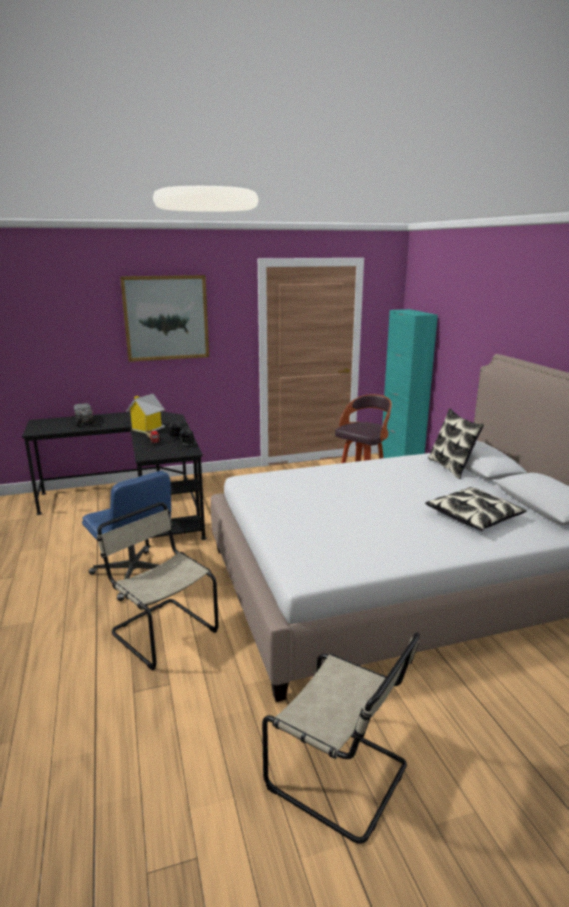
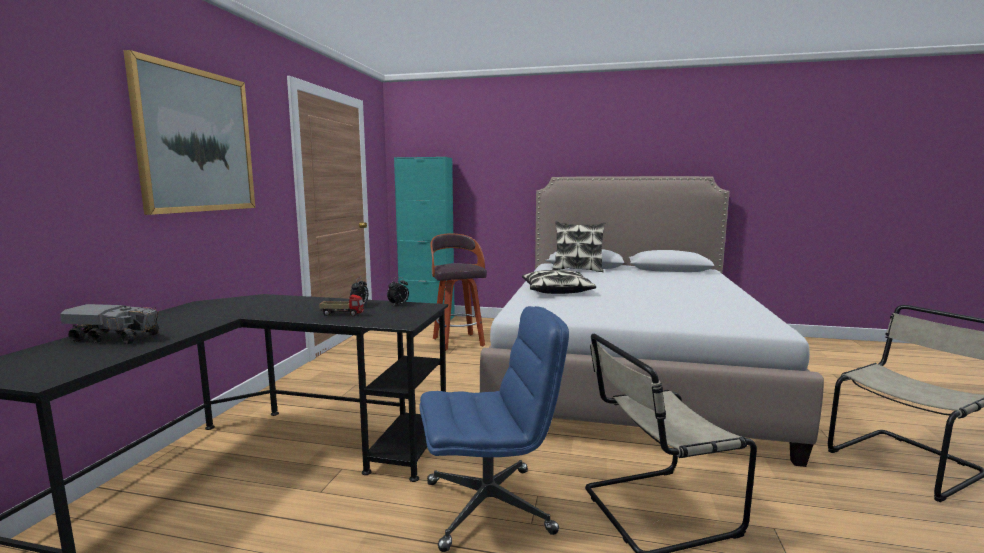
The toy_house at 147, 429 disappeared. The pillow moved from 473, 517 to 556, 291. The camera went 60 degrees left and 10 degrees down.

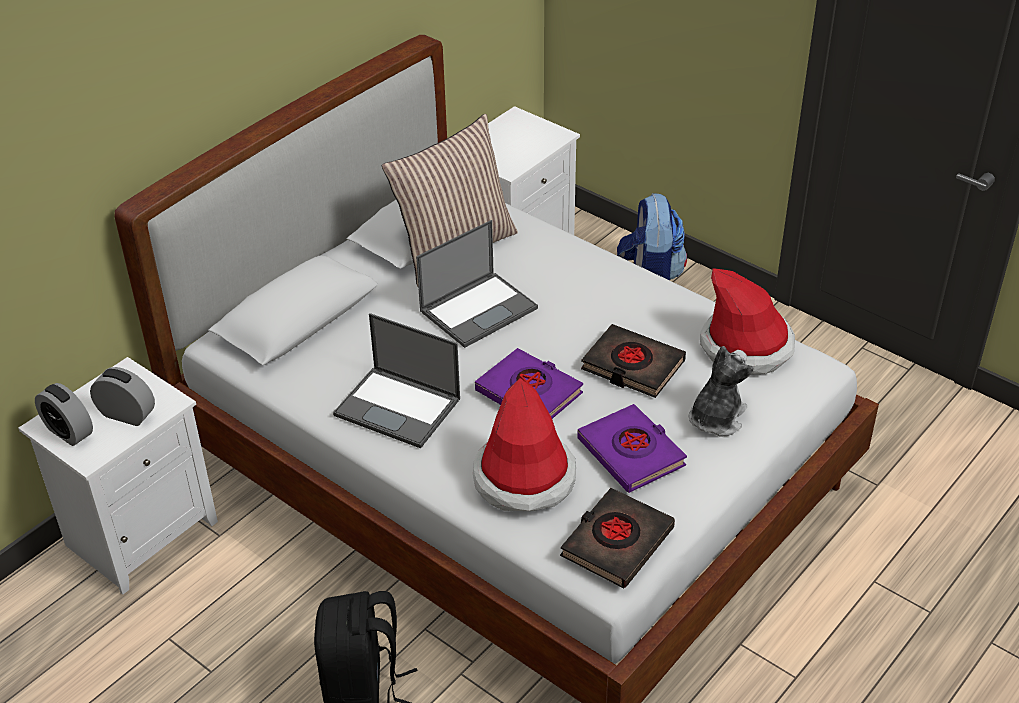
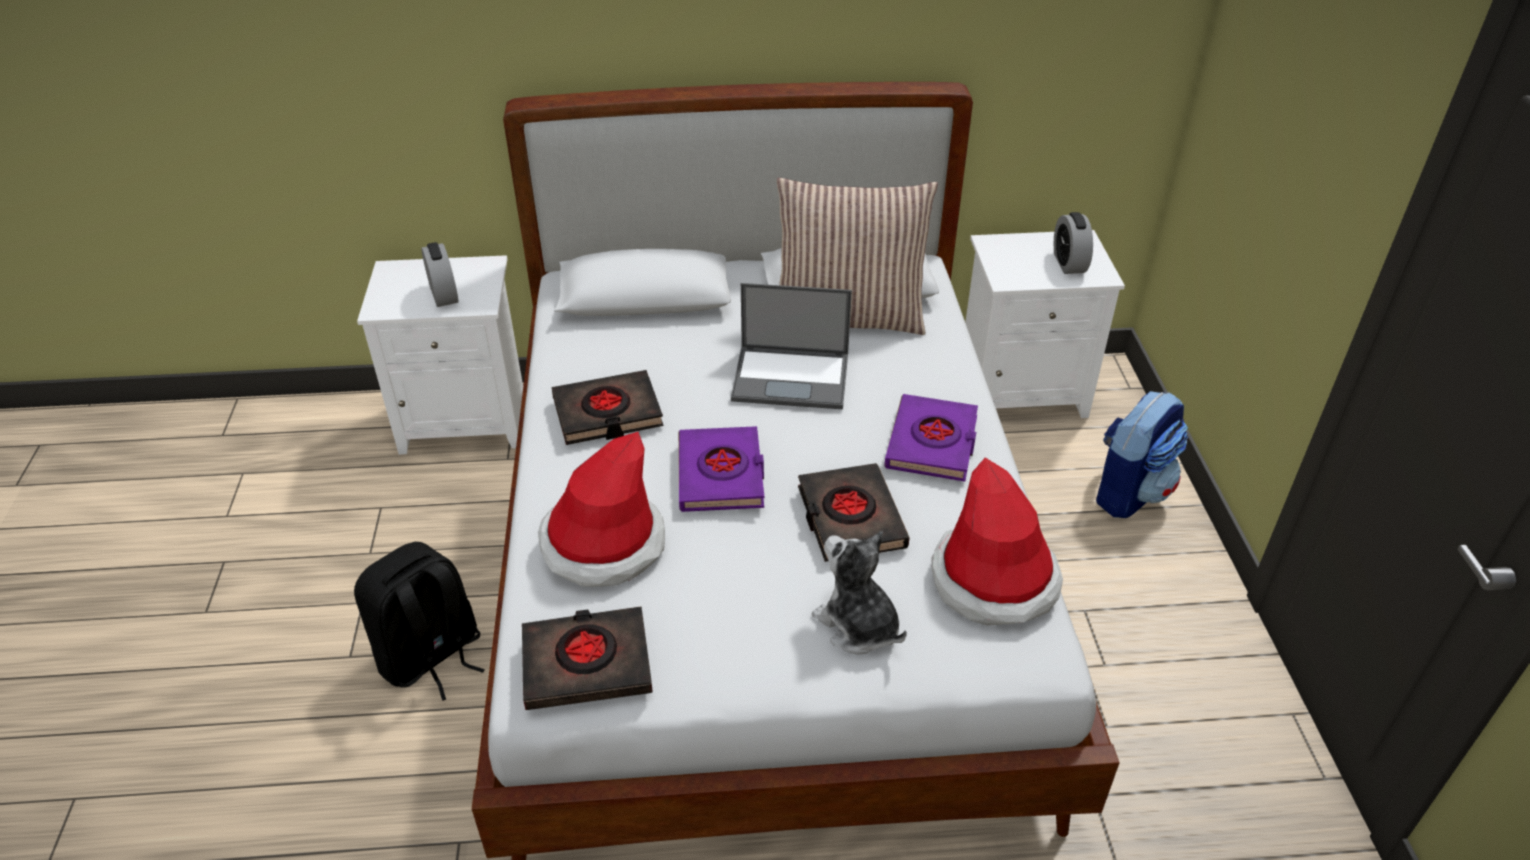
The table_clock moved from 69, 432 to 1069, 263. The purplish_book moved from 631, 453 to 932, 443. The notebook_computer at 399, 407 was replaced by the blackish_book at 607, 414. The soft_toy at 716, 418 turned 120 degrees counterclockwise. The camera went 45 degrees right and 0 degrees up.

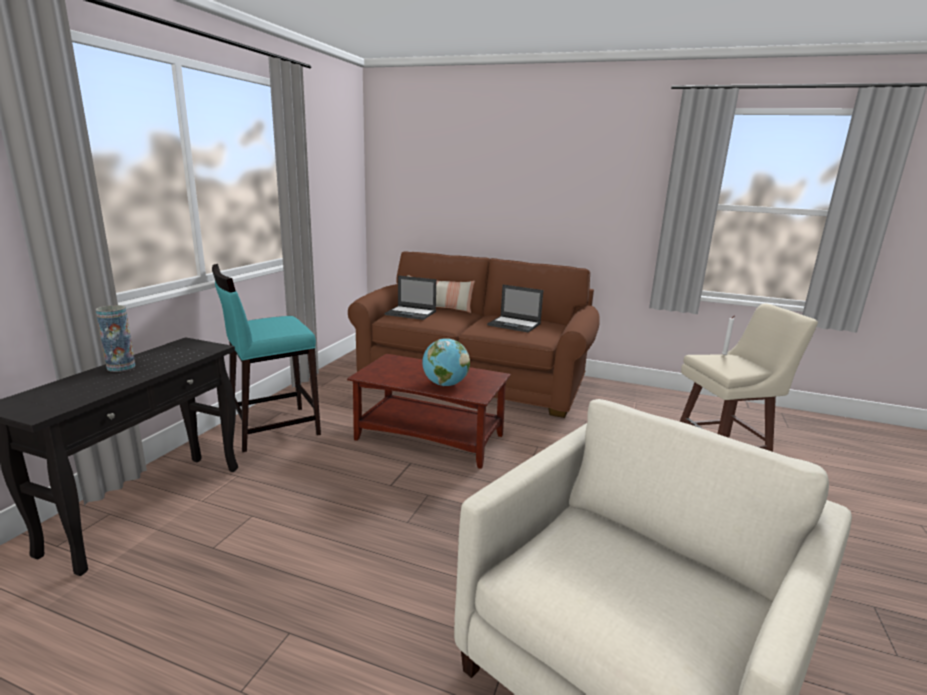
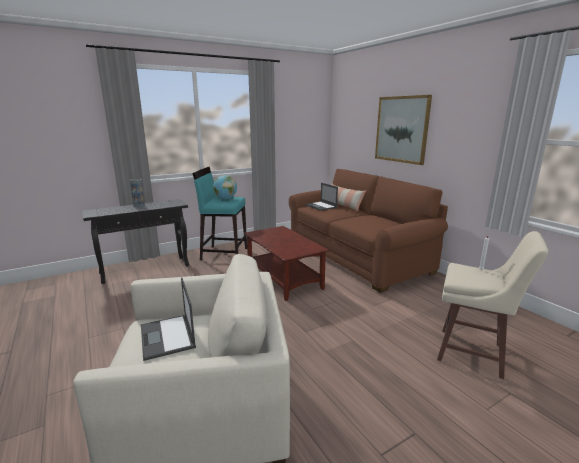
The wall_art at 401, 129 appeared. The globe moved from 445, 384 to 225, 199. The notebook_computer moved from 515, 324 to 167, 337. The camera went 40 degrees right and 0 degrees up.

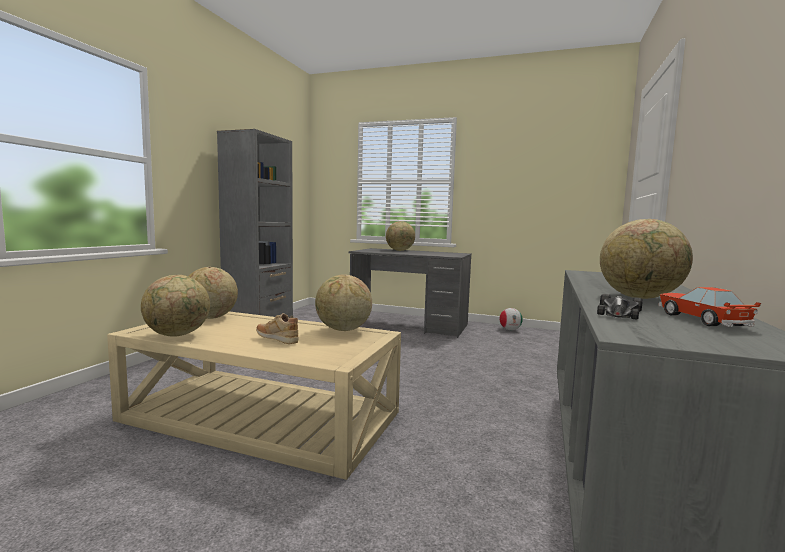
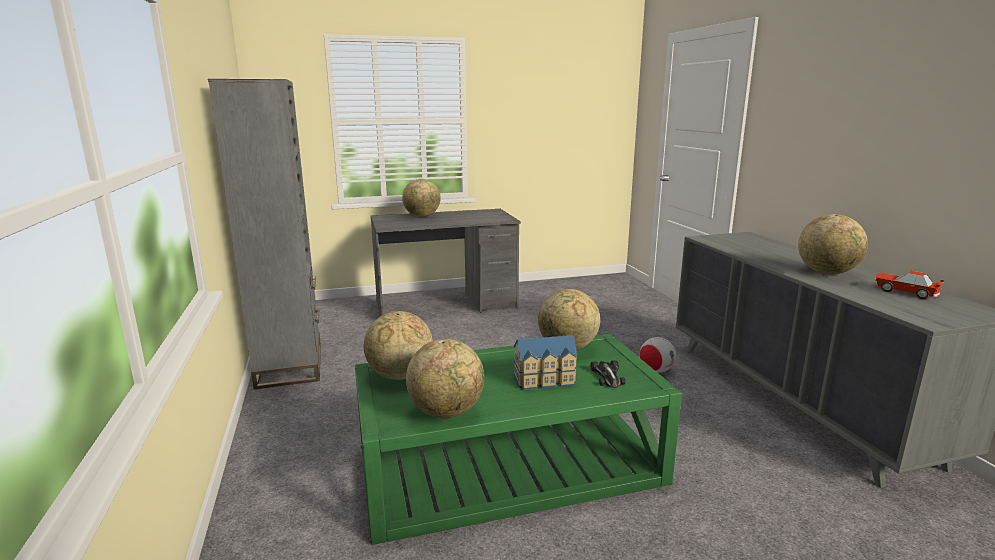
The football_ball moved from 510, 329 to 656, 370. The miniature_car moved from 618, 312 to 607, 376. The beige-coloured_low_shoe at 277, 340 was replaced by the toy_house at 546, 380. The beige-coloured_coffee_table at 262, 416 became the greenish_coffee_table at 509, 464. The camera went 35 degrees left and 10 degrees up.

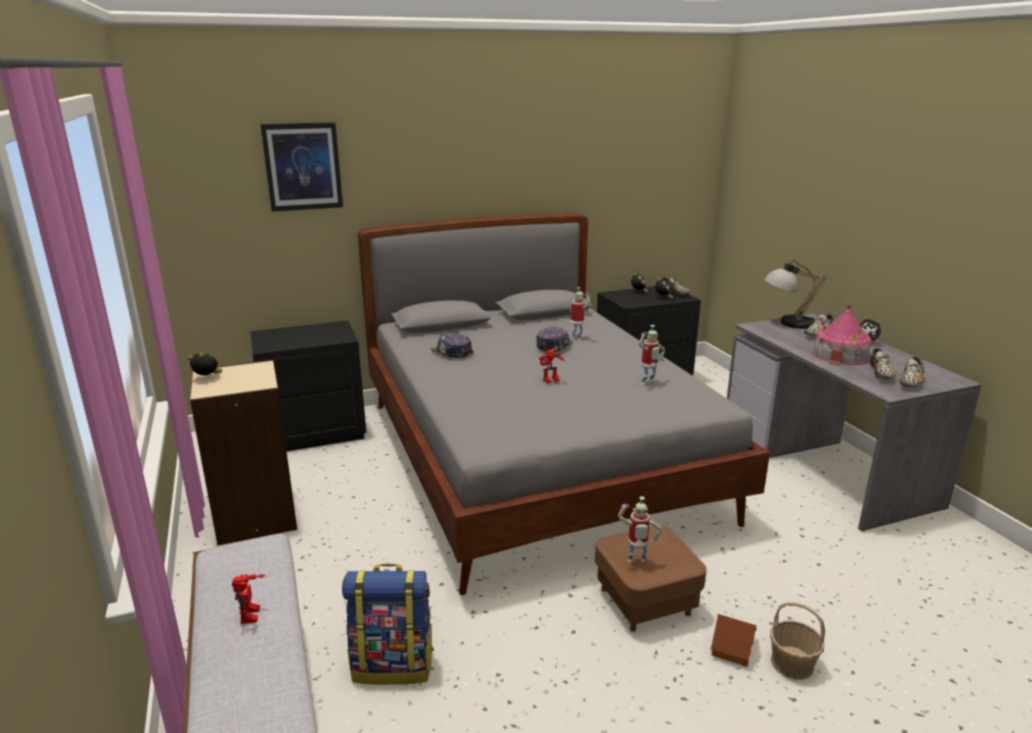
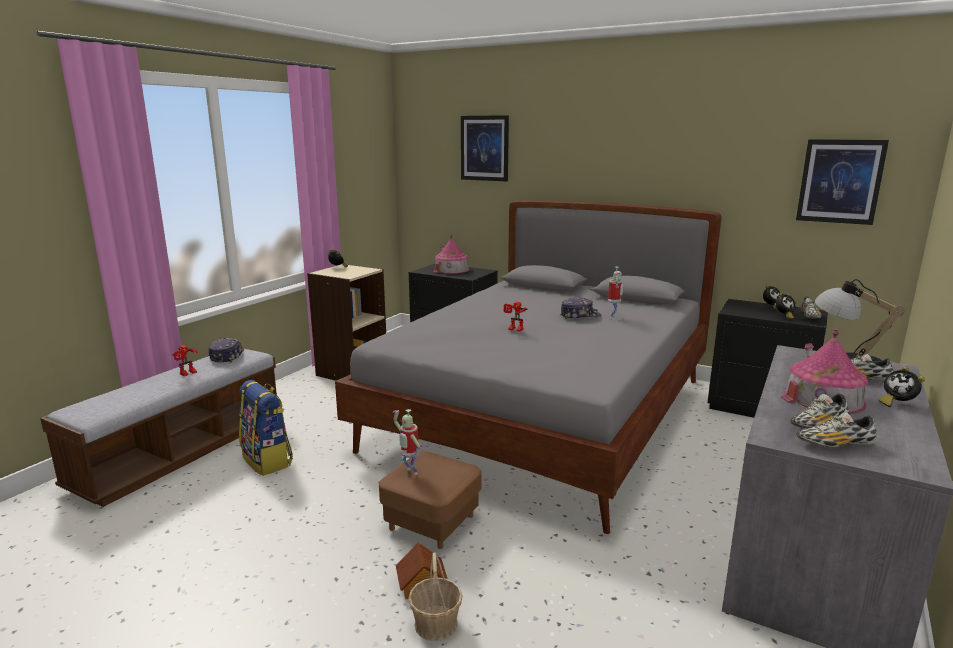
The toy_robot at 648, 383 disappeared. The toy_house at 451, 269 appeared. The wall_art at 840, 181 appeared. The peaked_cap moved from 451, 352 to 227, 356. The camera went 50 degrees right and 5 degrees down.

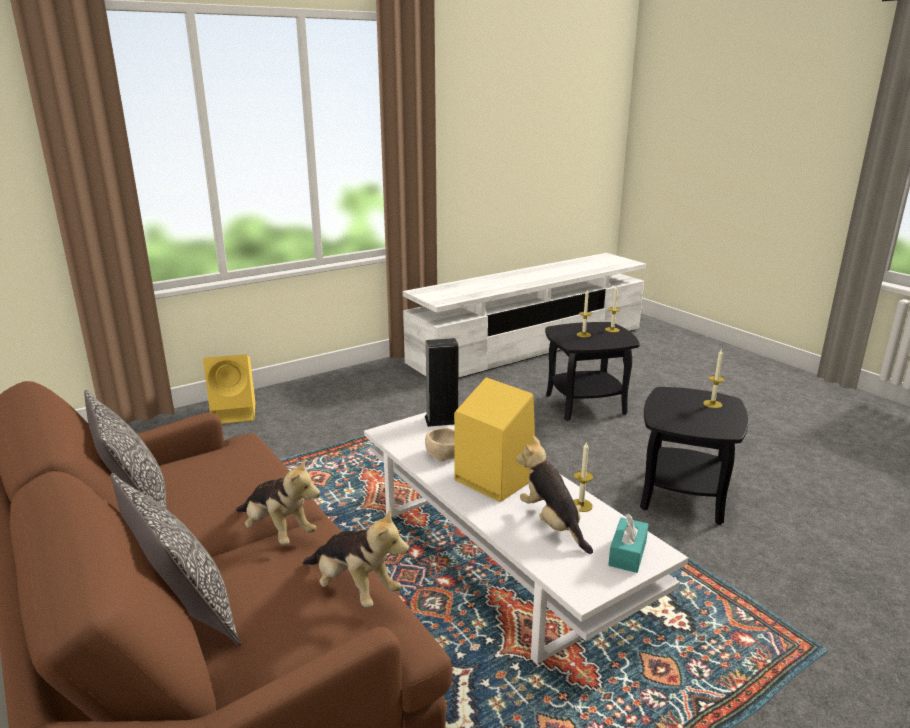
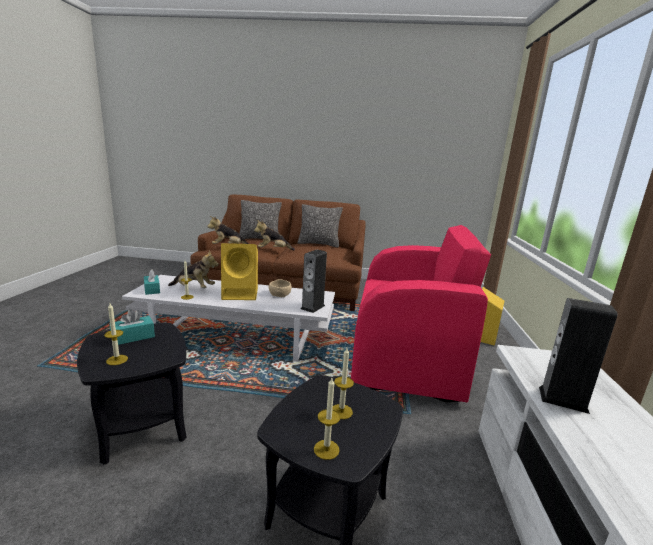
The turquoise-coloured_tissue_box at 133, 337 appeared. The pink_easy_chair at 406, 356 appeared. The loudspeaker at 563, 399 appeared. The camera went 130 degrees right and 5 degrees down.

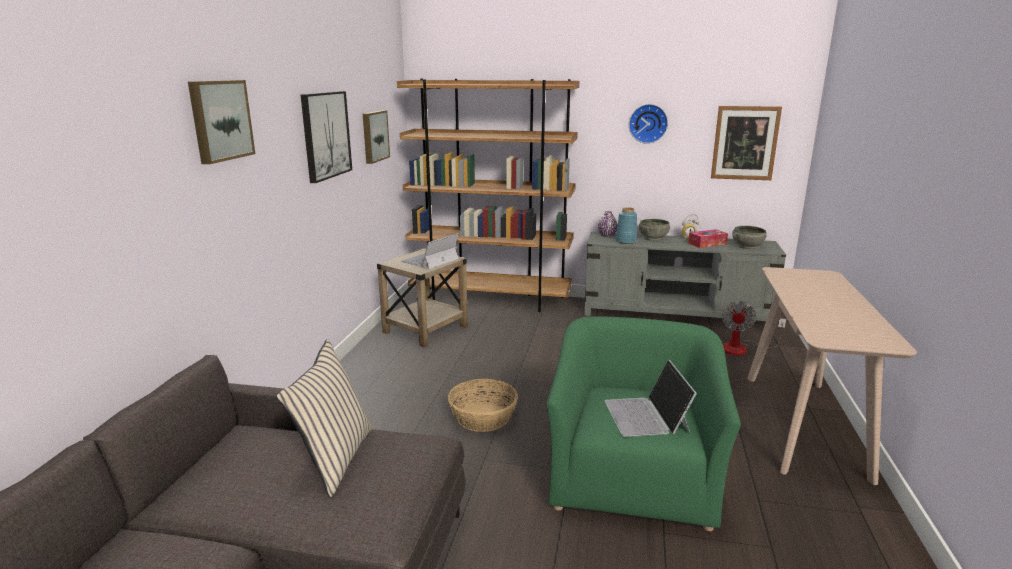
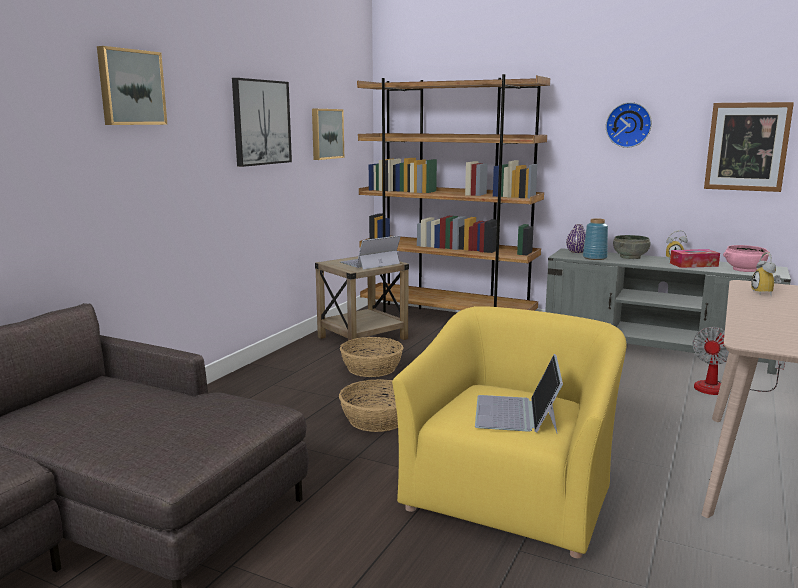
The beige-coloured_pillow at 334, 458 disappeared. The household_basket at 372, 368 appeared. The table_clock at 766, 293 appeared. The greenish_easy_chair at 632, 478 became the yellowish_easy_chair at 511, 494. The grey_deep_dish at 747, 246 became the pink_deep_dish at 744, 269. The camera went 15 degrees right and 5 degrees down.

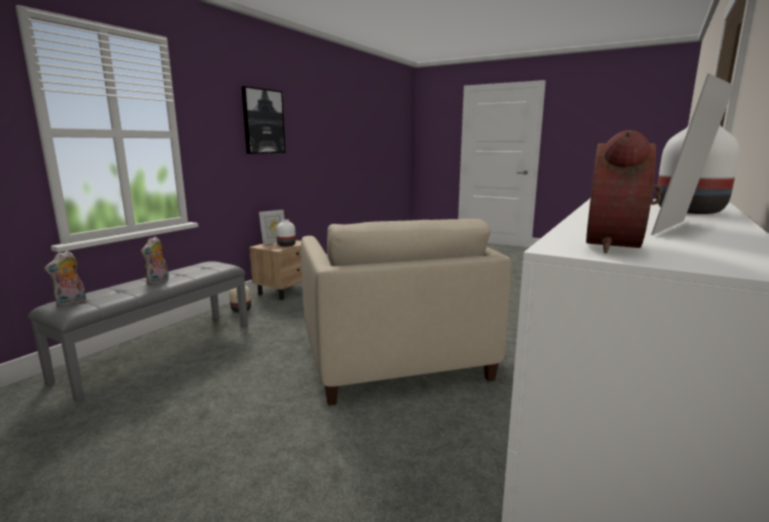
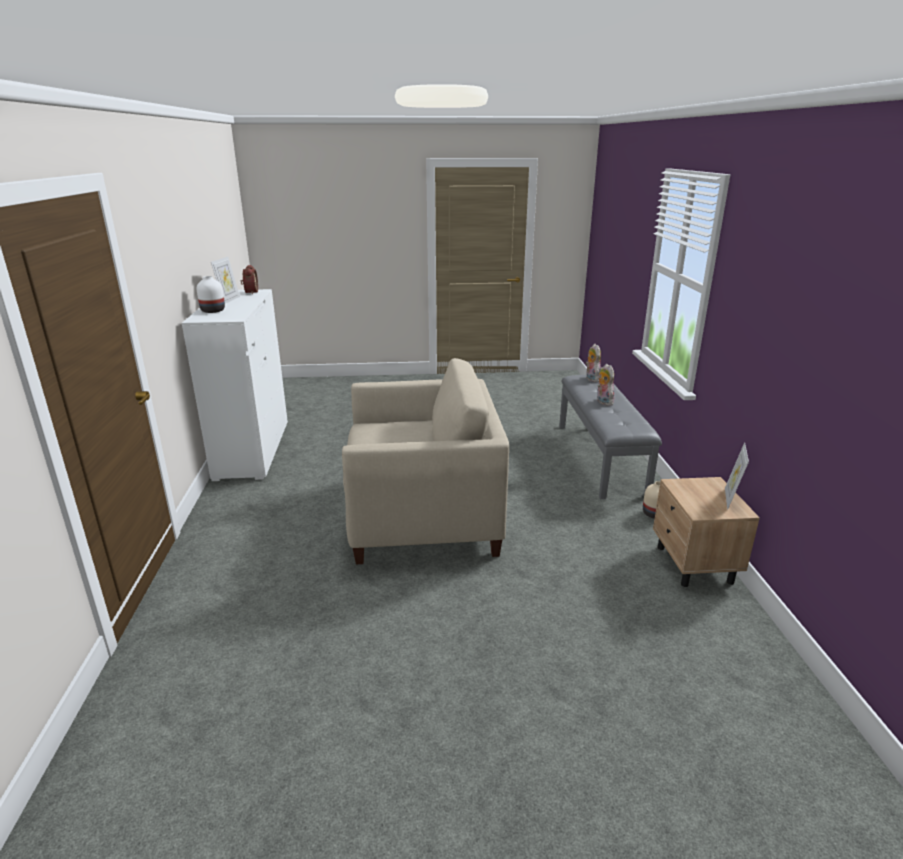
The wall_art at 263, 121 disappeared. The whitish_flower_vase at 286, 245 disappeared. The beige-coloured_easy_chair at 394, 358 turned 135 degrees clockwise. The camera went 145 degrees right and 10 degrees up.

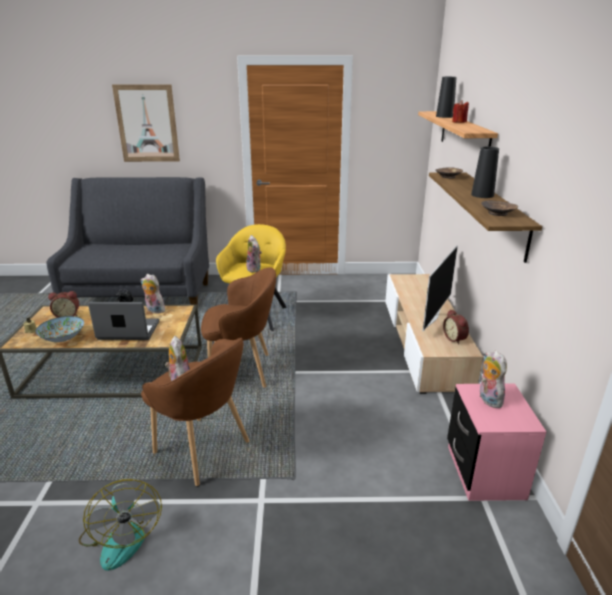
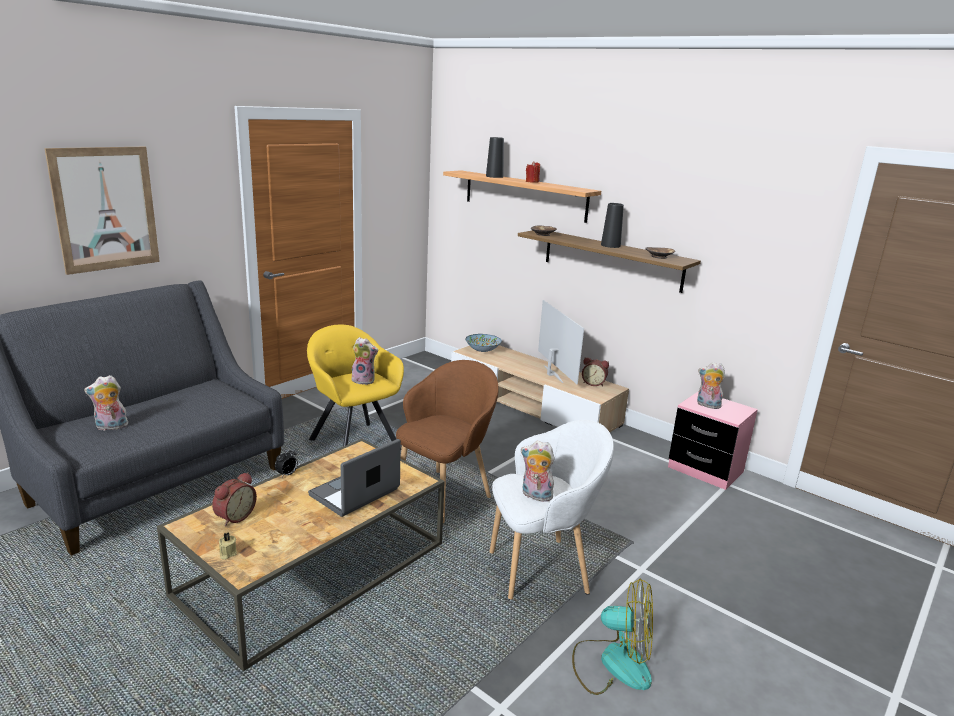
The deep_dish moved from 62, 338 to 482, 350. The soft_toy moved from 154, 310 to 111, 427. The brown-coloured_easy_chair at 202, 450 became the whitish_easy_chair at 541, 570. The camera went 50 degrees left and 5 degrees down.

